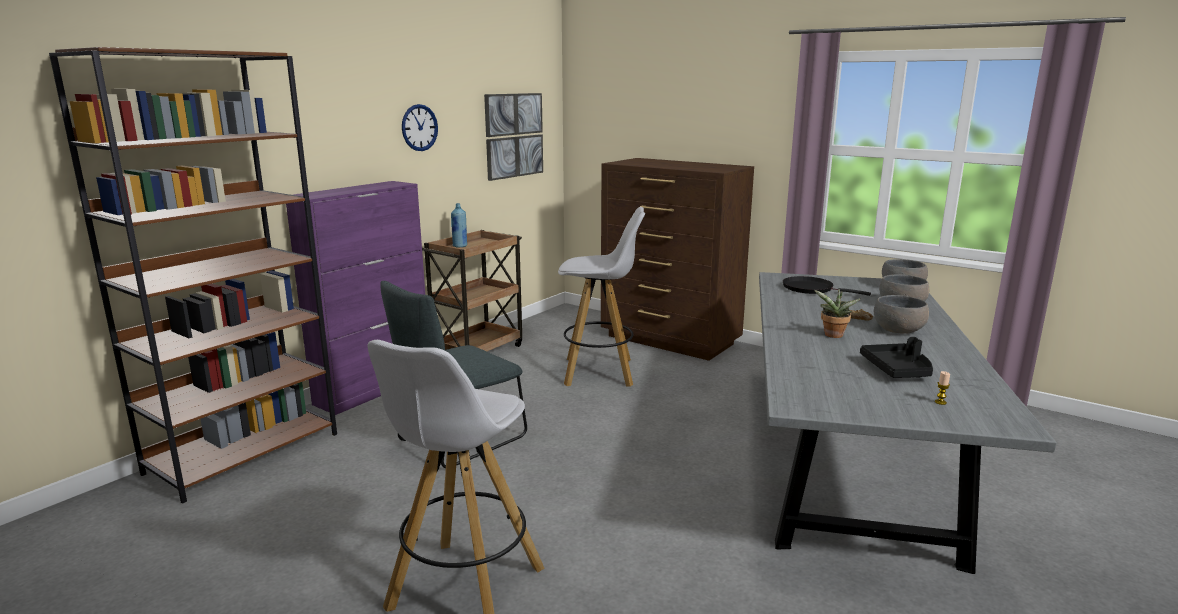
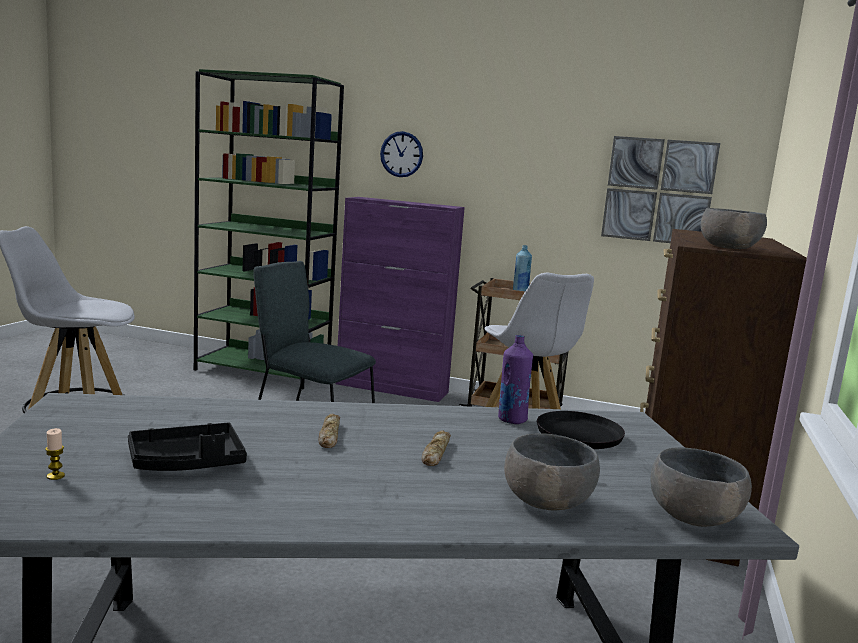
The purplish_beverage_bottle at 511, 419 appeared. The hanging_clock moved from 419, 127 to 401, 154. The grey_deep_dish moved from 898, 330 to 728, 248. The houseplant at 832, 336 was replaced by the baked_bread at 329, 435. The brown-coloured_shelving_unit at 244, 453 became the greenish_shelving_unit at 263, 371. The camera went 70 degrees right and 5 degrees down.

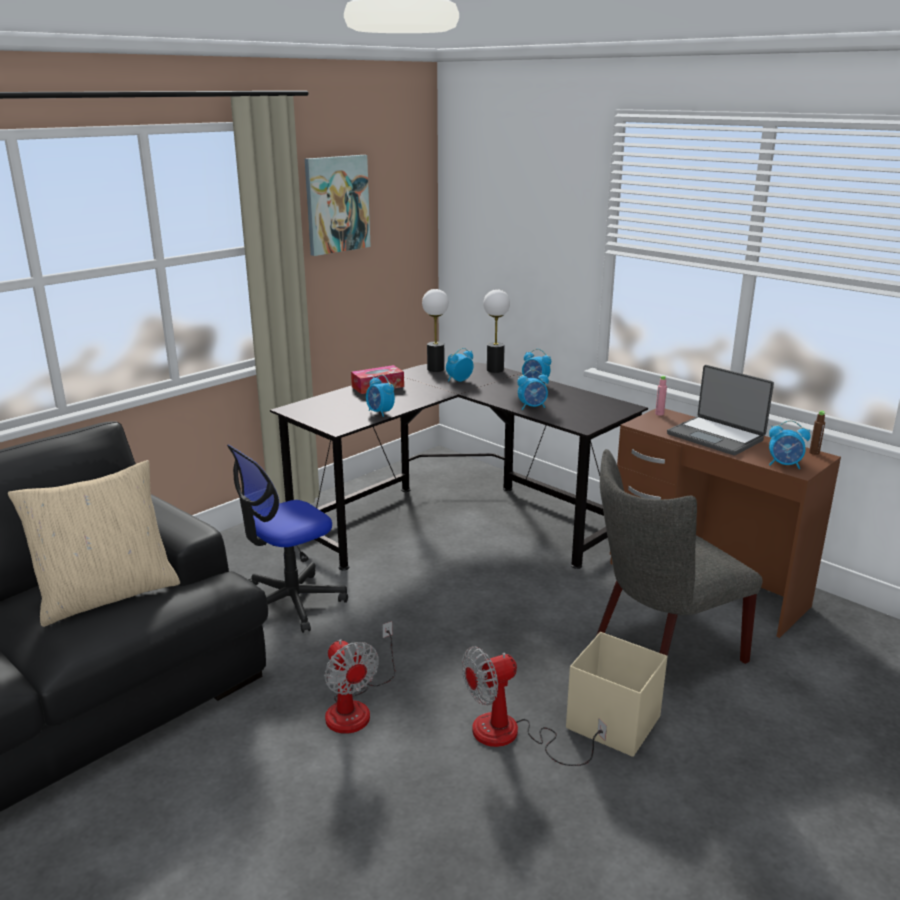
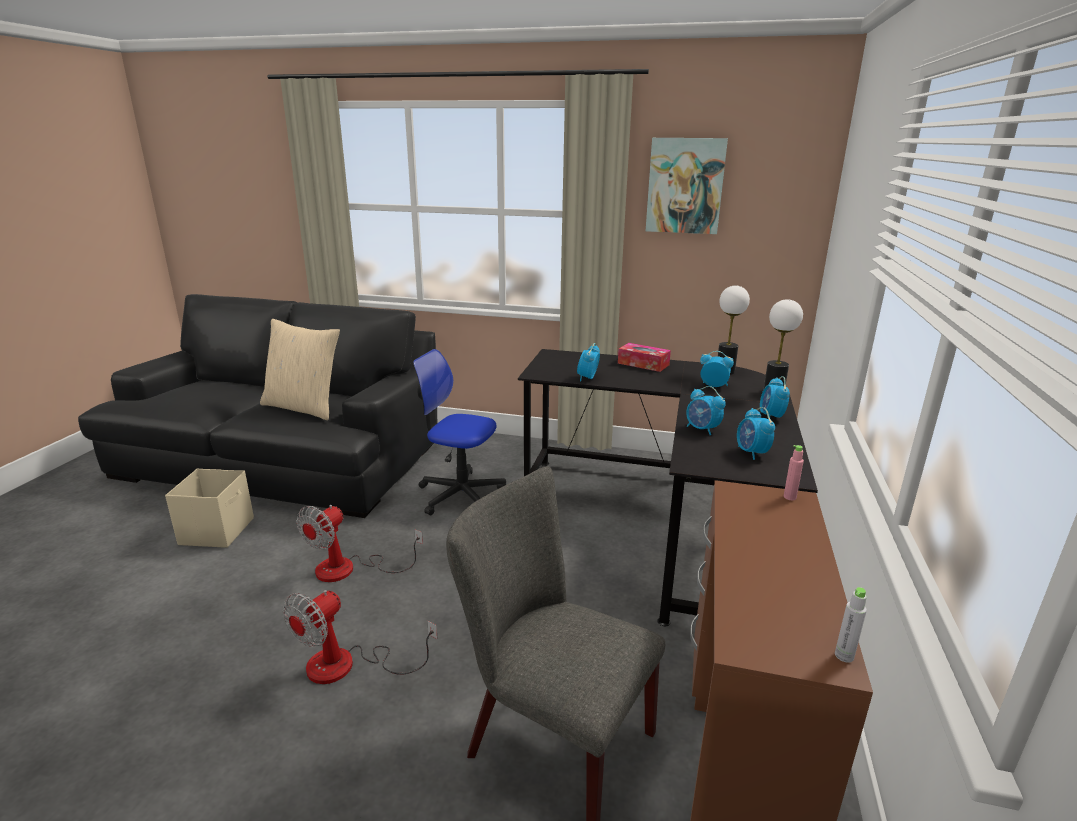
The notebook_computer at 716, 437 disappeared. The beige-coloured_storage_bin moved from 612, 722 to 218, 531. The table_clock moved from 784, 465 to 751, 453. The brown-coloured_beverage_bottle at 814, 453 became the grey_beverage_bottle at 844, 656. The electric_fan at 512, 736 turned 90 degrees counterclockwise. The camera went 60 degrees right and 0 degrees up.

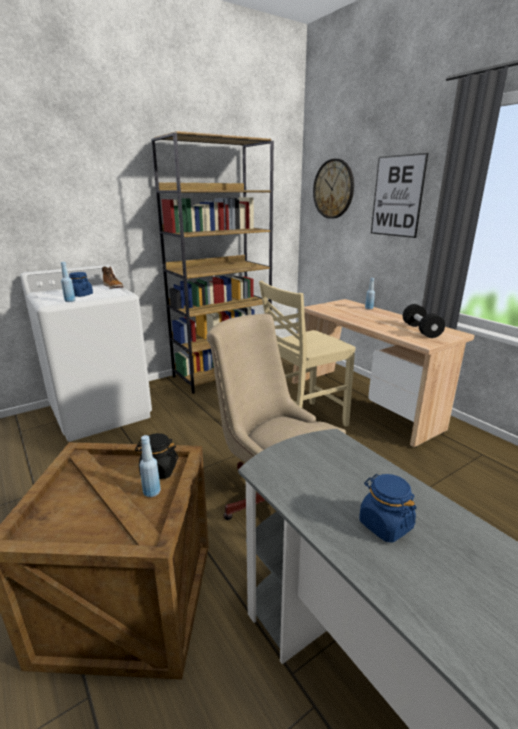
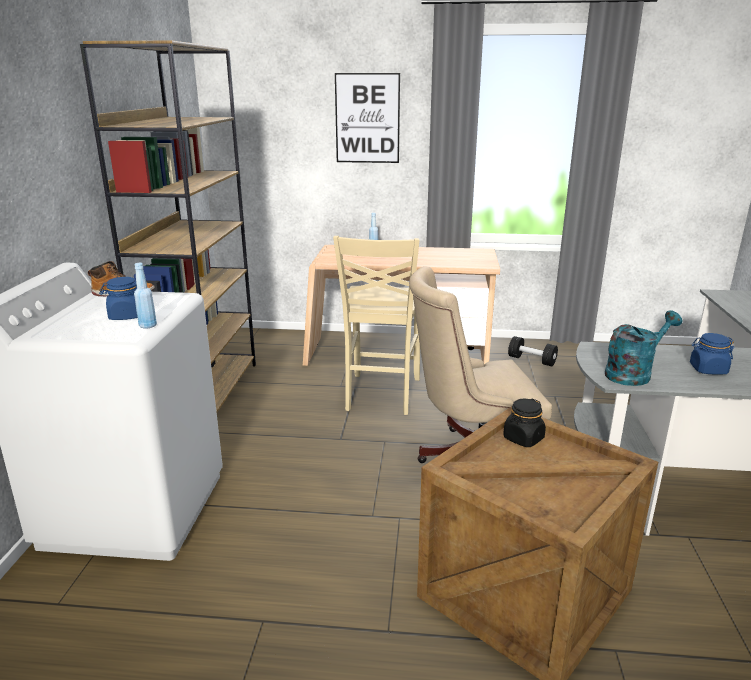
The bluish_beverage_bottle at 152, 492 disappeared. The hanging_clock at 333, 189 disappeared. The turquoise-coloured_watering_pot at 633, 373 appeared. The blackish_hand_weight moved from 421, 330 to 531, 360. The camera went 50 degrees left and 0 degrees up.

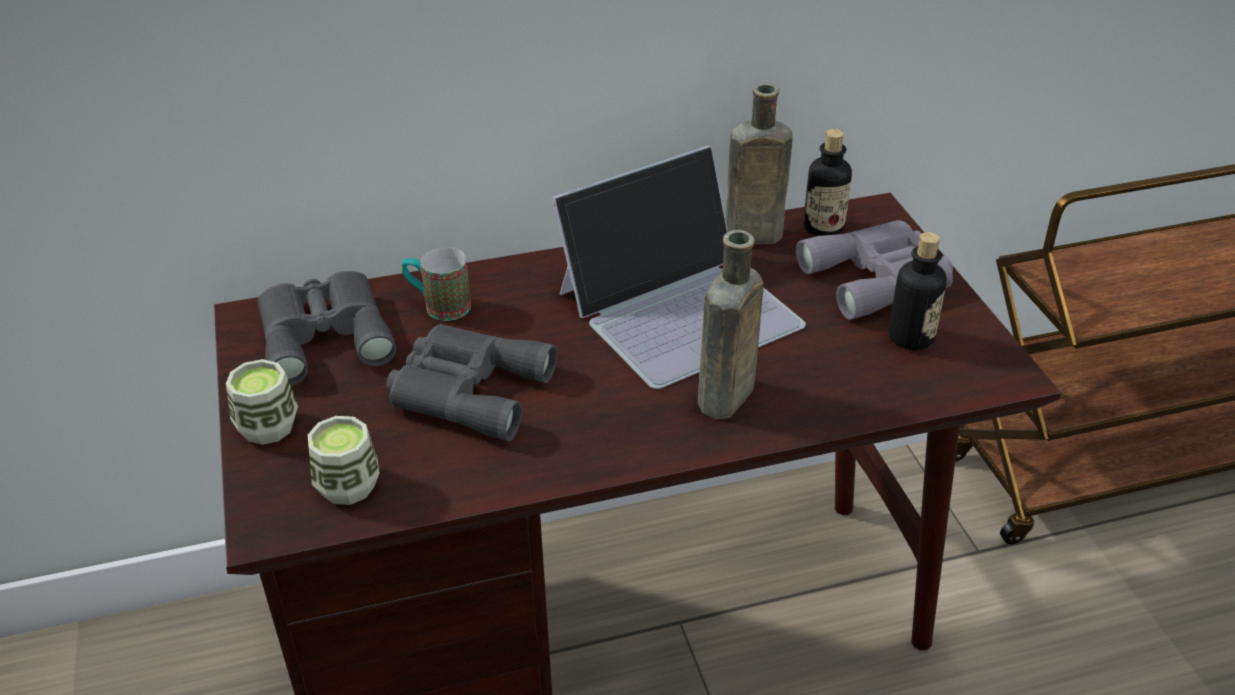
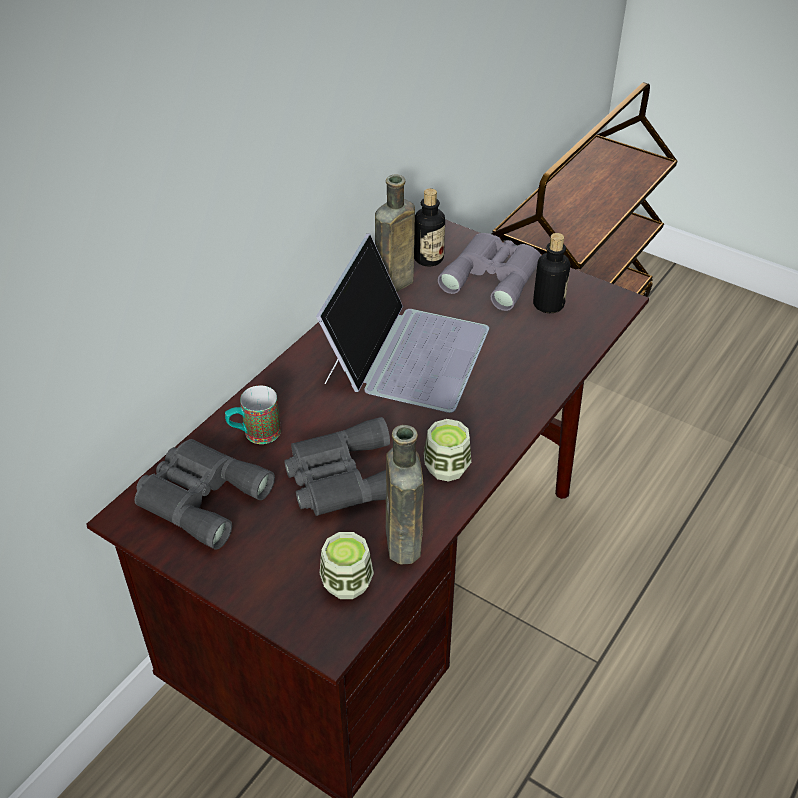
The drinking_cup moved from 268, 427 to 446, 467. The brown-coloured_beverage_bottle moved from 723, 400 to 404, 545. The camera went 40 degrees left and 5 degrees up.

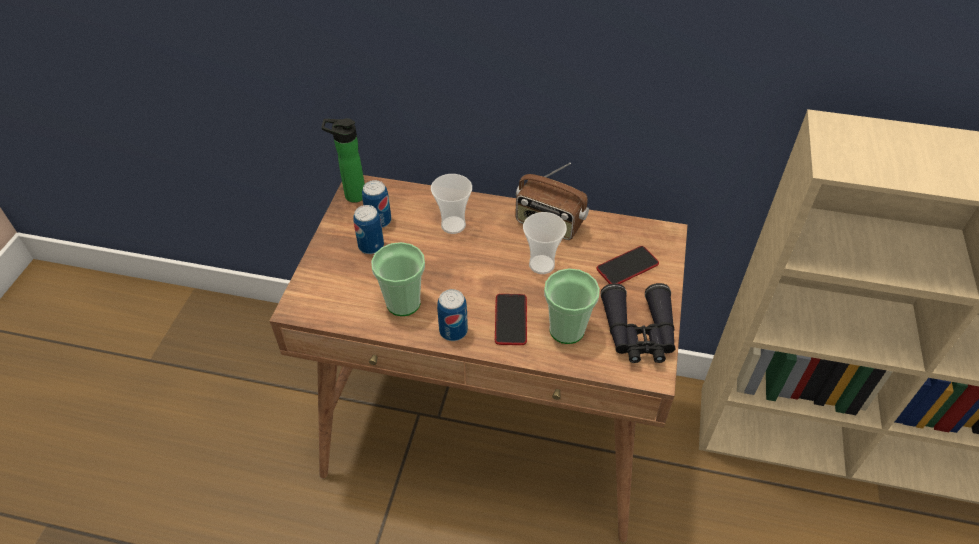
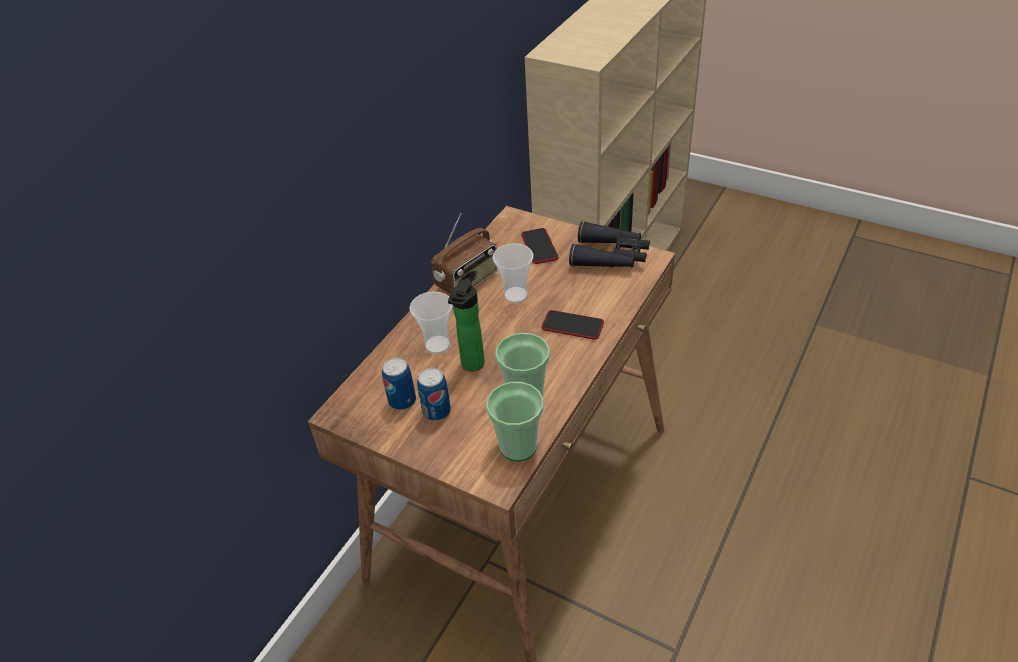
The can at 453, 331 disappeared. The beverage_bottle moved from 352, 195 to 471, 366. The drinking_cup moved from 566, 330 to 518, 446. The camera went 70 degrees left and 5 degrees down.

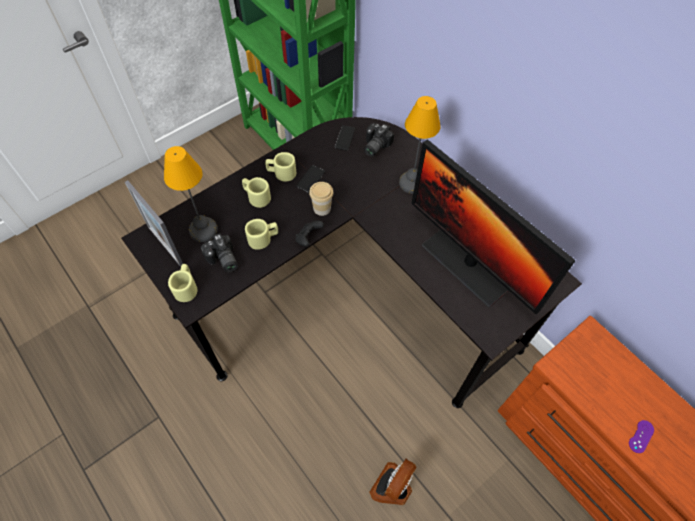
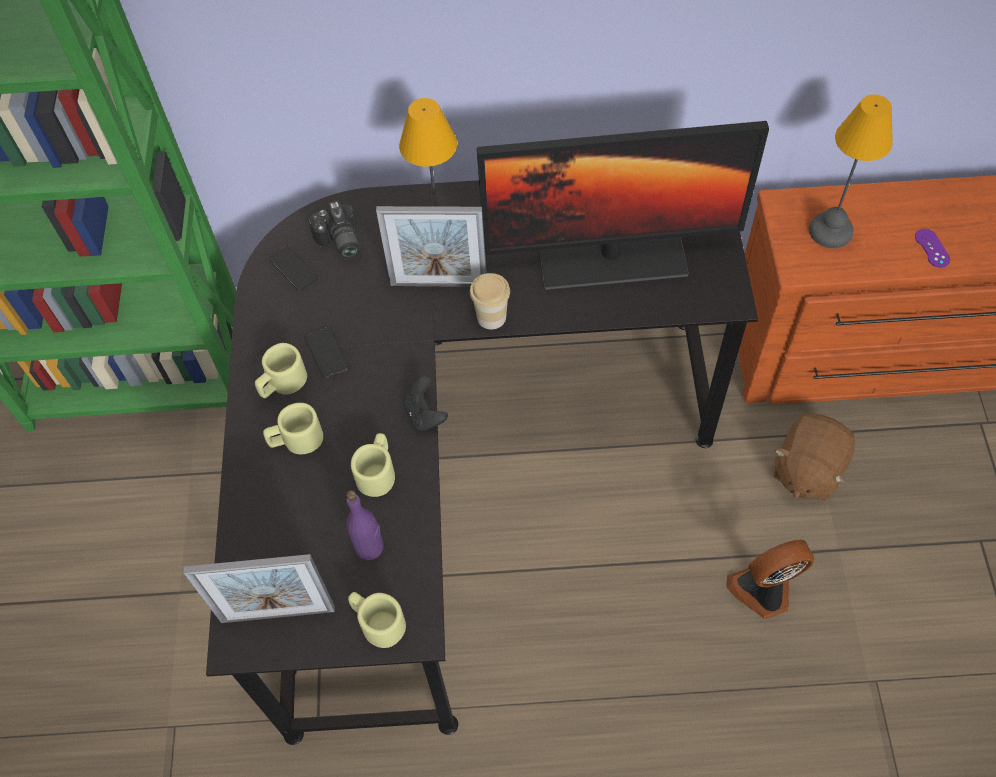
The picture_frame at 438, 284 appeared. The brown-coloured_soft_toy at 807, 469 appeared. The lamp_for_a_table moved from 202, 230 to 830, 232. The drinking_cup moved from 322, 208 to 491, 317. The photo_camera at 222, 260 was replaced by the purplish_beverage_bottle at 369, 547. The electric_fan at 393, 487 turned 90 degrees clockwise. The camera went 50 degrees left and 0 degrees up.

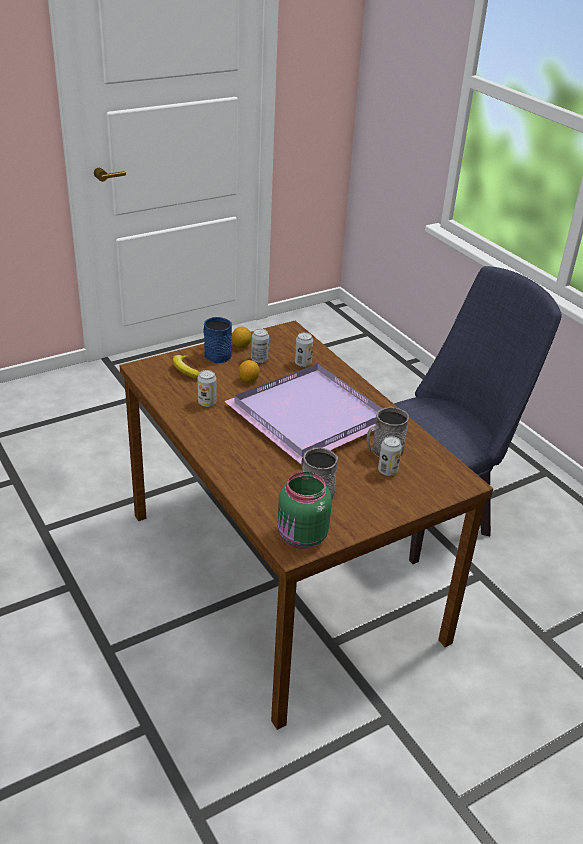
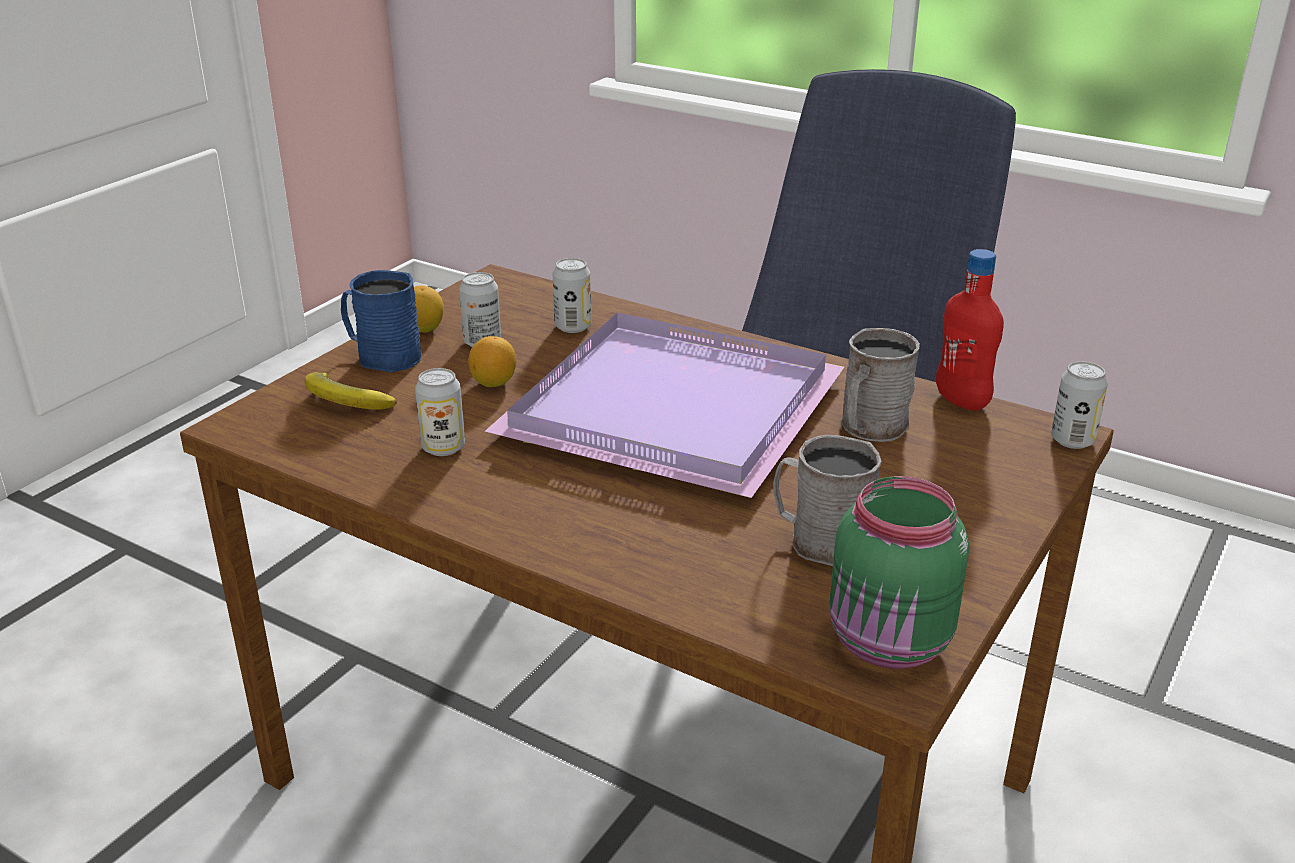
The red-coloured_beverage_bottle at 962, 400 appeared. The can moved from 387, 471 to 1072, 440. The camera went 25 degrees left and 5 degrees down.

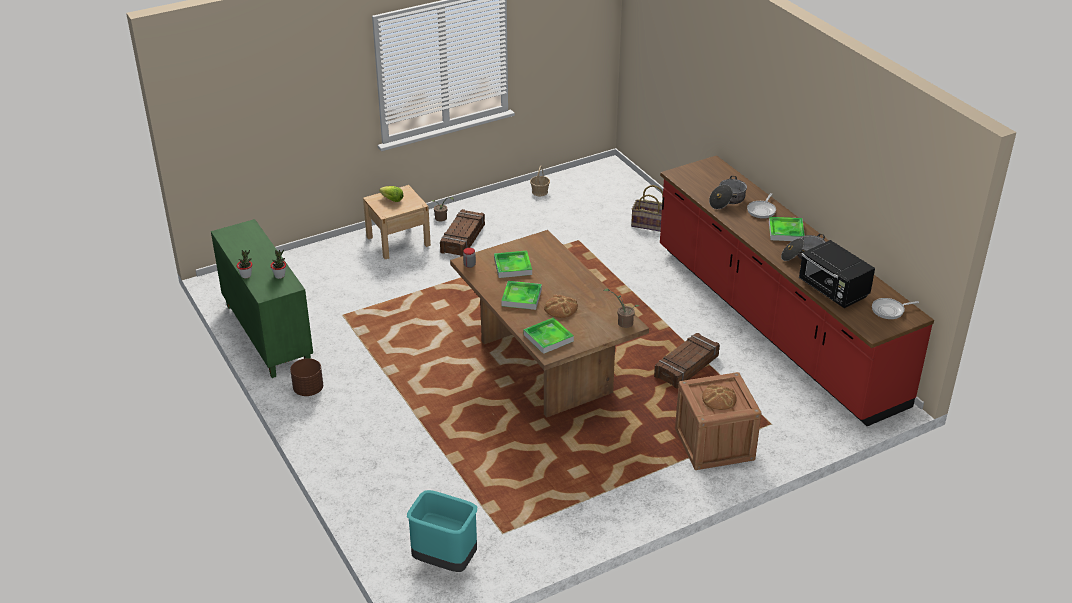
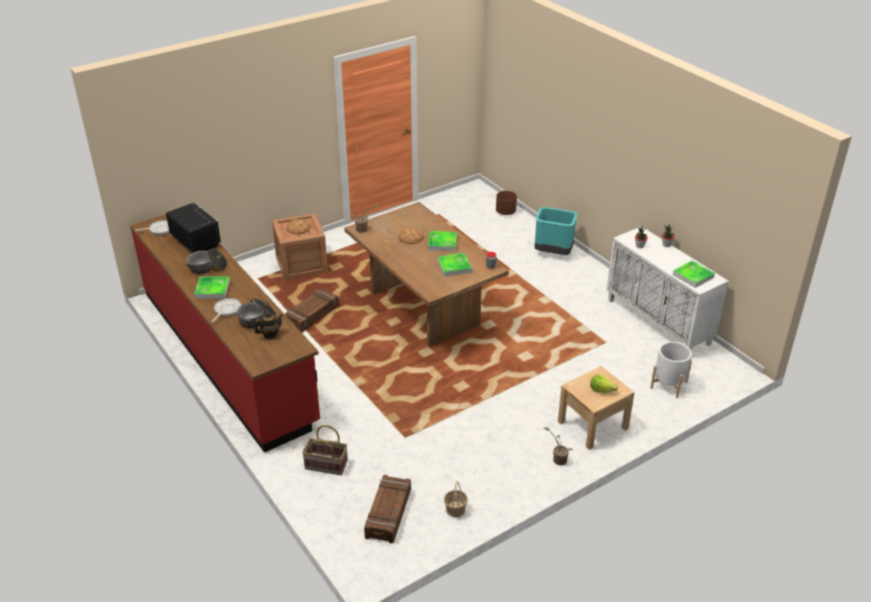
The teapot at 270, 334 appeared. The whitish_planter at 668, 385 appeared. The brown-coloured_planter moved from 308, 390 to 506, 212. The turquoise-coloured_trash_can moved from 444, 561 to 553, 253. The crate moved from 463, 238 to 387, 513. The tray moved from 548, 338 to 693, 276. The greenish_cabinet at 266, 334 became the whitish_cabinet at 659, 322. The camera went 175 degrees right and 0 degrees up.

